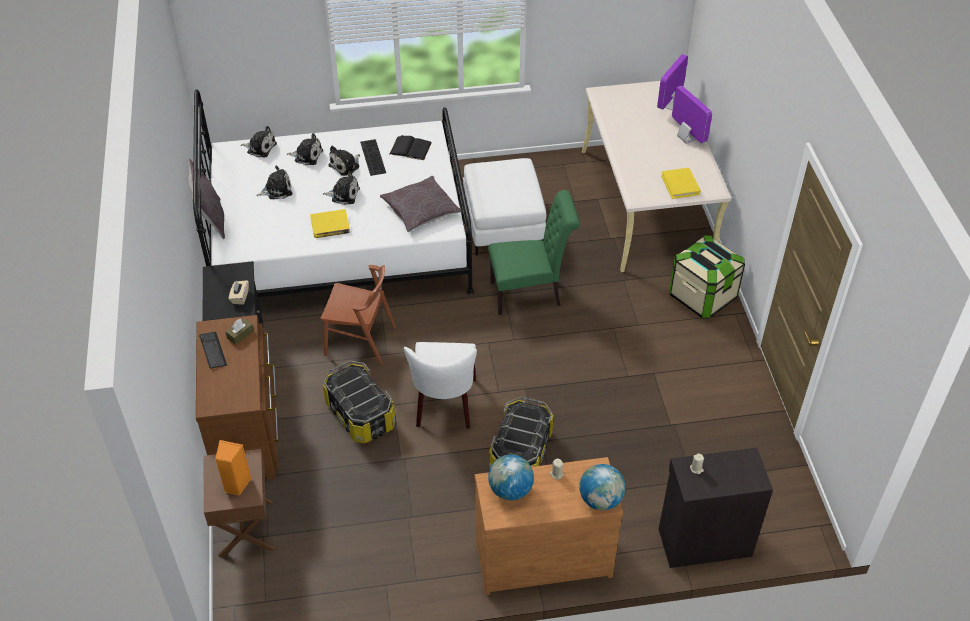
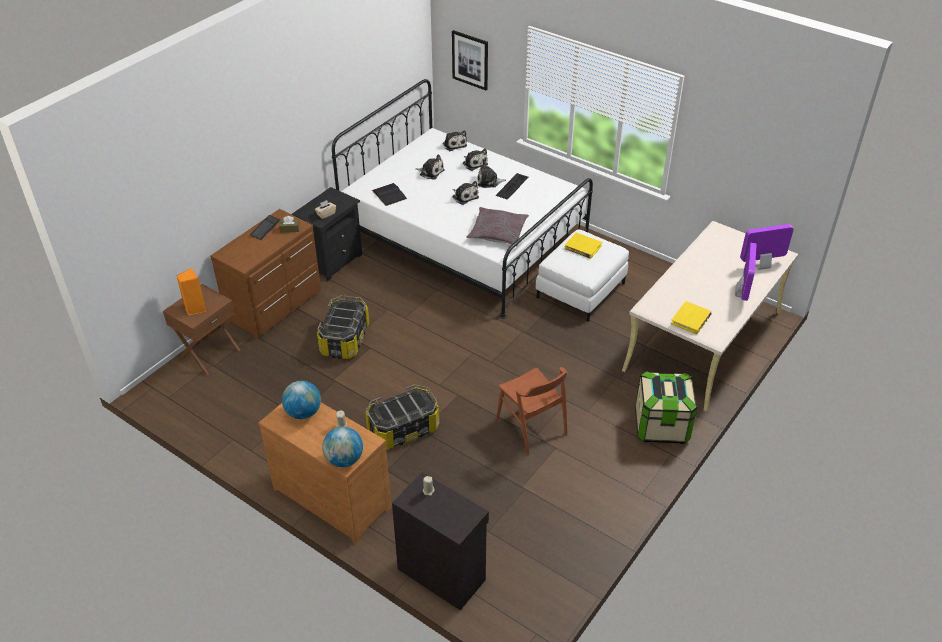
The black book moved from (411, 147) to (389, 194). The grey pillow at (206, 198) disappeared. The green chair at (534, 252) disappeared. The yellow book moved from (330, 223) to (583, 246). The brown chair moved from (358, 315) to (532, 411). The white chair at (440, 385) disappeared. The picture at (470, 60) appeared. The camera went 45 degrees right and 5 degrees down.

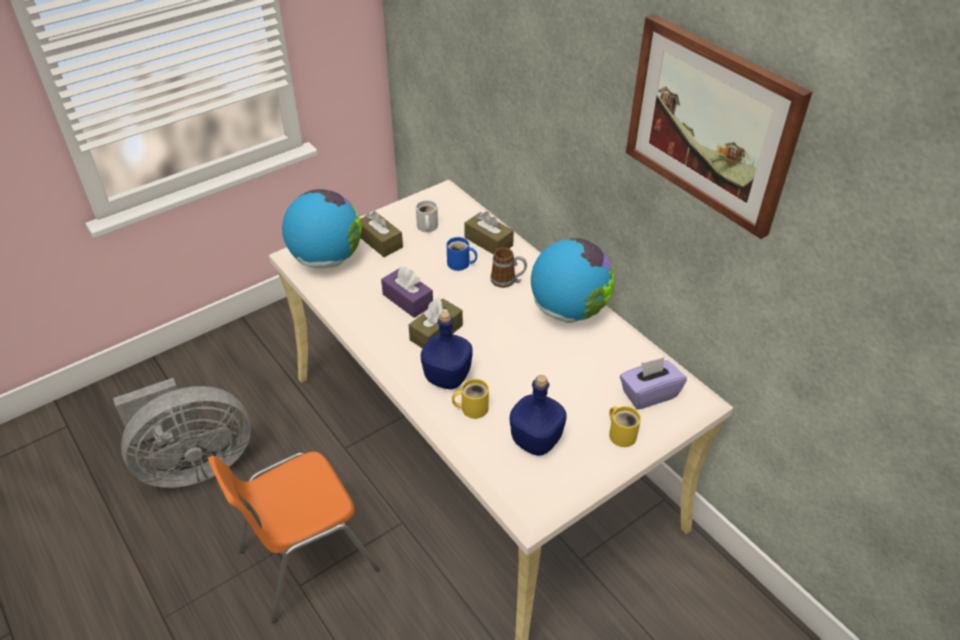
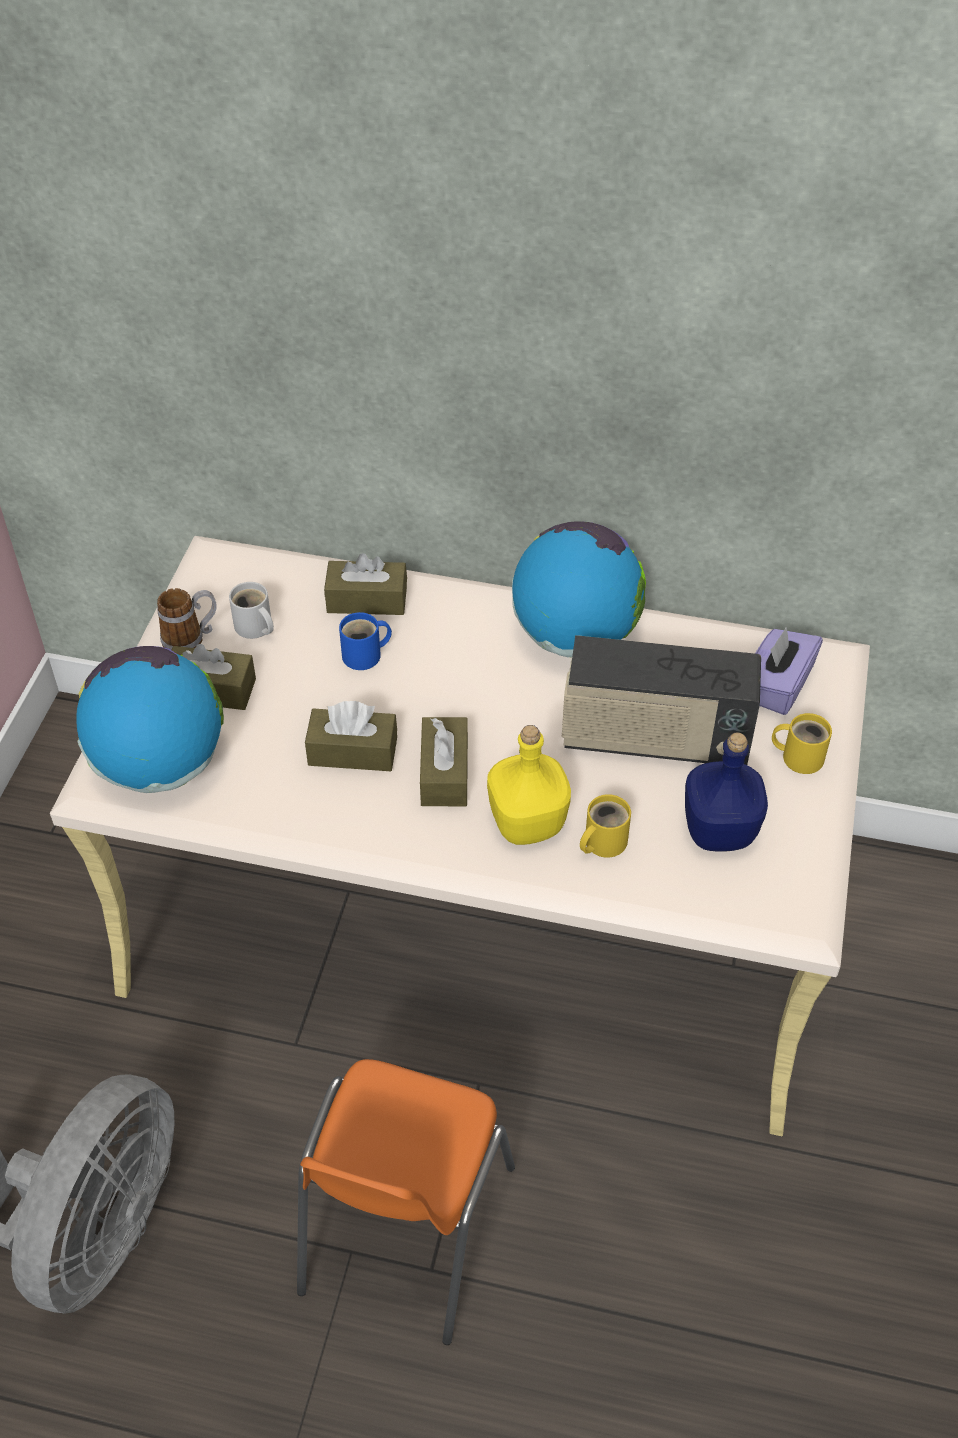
The picture at (719, 126) disappeared. The mug moved from (509, 267) to (187, 619). The purple tissue box at (407, 292) became the brown tissue box at (351, 736). The blue bottle at (447, 350) became the yellow bottle at (529, 785). The radio at (661, 700) appeared. The camera went 40 degrees left and 5 degrees up.

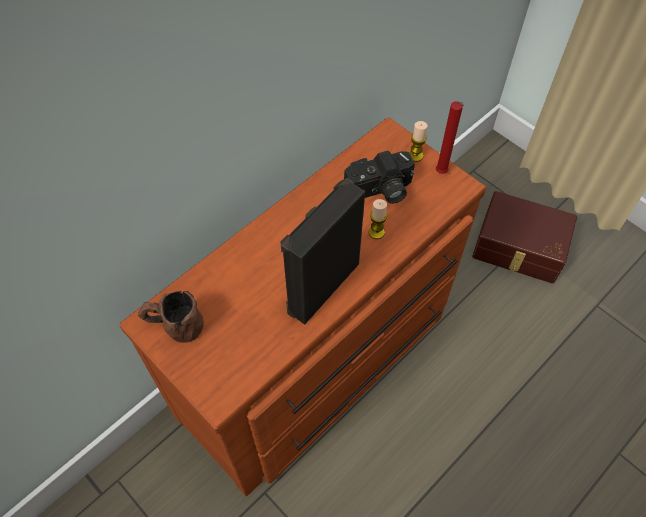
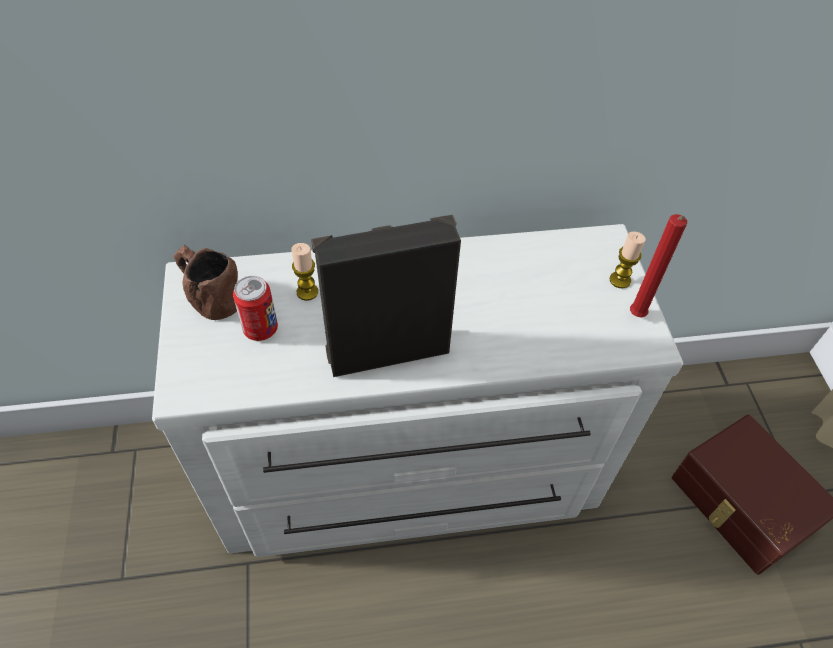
The brown dresser at (302, 306) became the white dresser at (418, 390). The photo camera at (379, 177) disappeared. The candle moved from (378, 219) to (304, 272). The can at (255, 308) appeared. The camera went 35 degrees right and 5 degrees down.

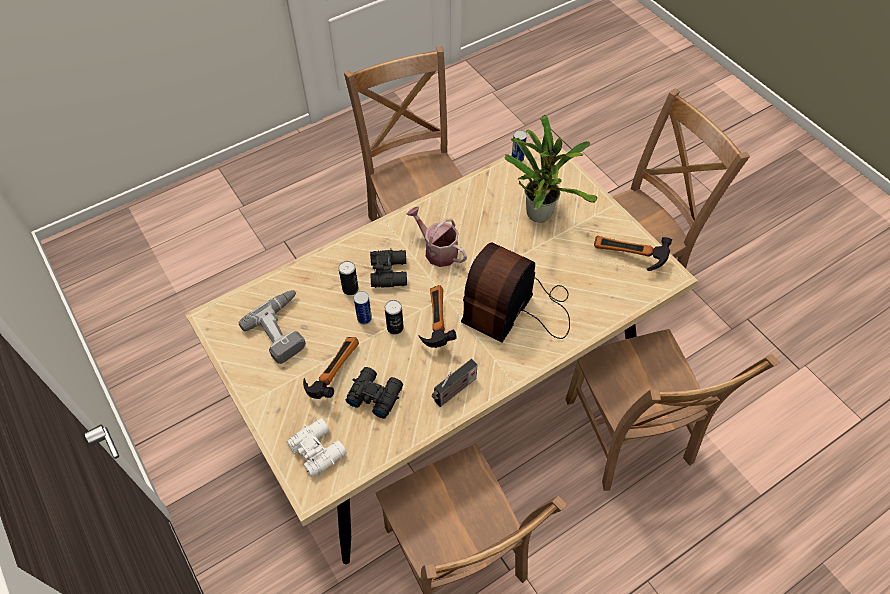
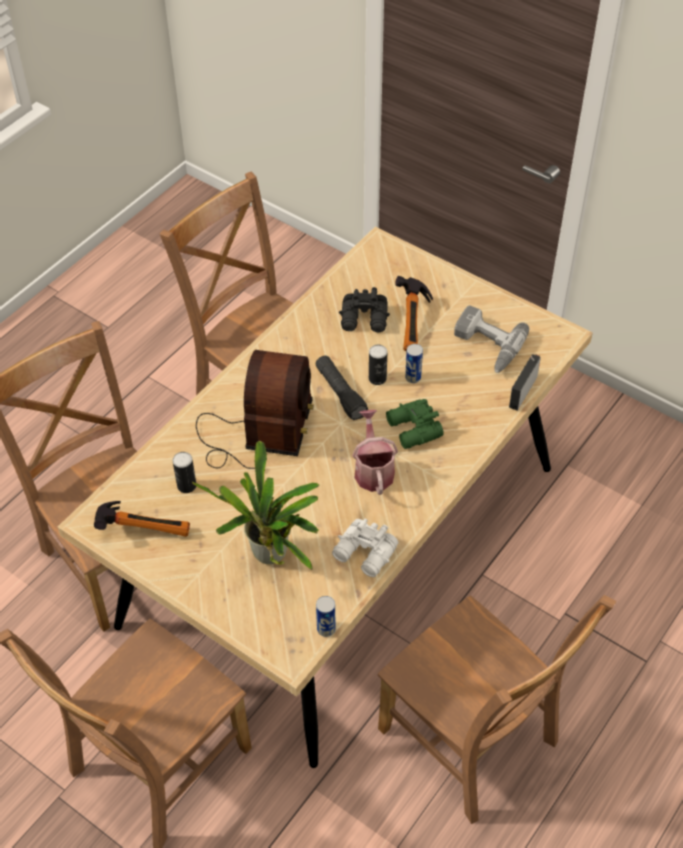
The watering can at (436, 236) turned 120 degrees counterclockwise. The black binoculars at (388, 268) became the green binoculars at (415, 424). The can moved from (348, 278) to (184, 472). The hammer at (437, 316) was replaced by the black flashlight at (342, 388). The radio moved from (454, 383) to (525, 382). The white binoculars moved from (317, 447) to (365, 548). The camera went 160 degrees right and 5 degrees down.

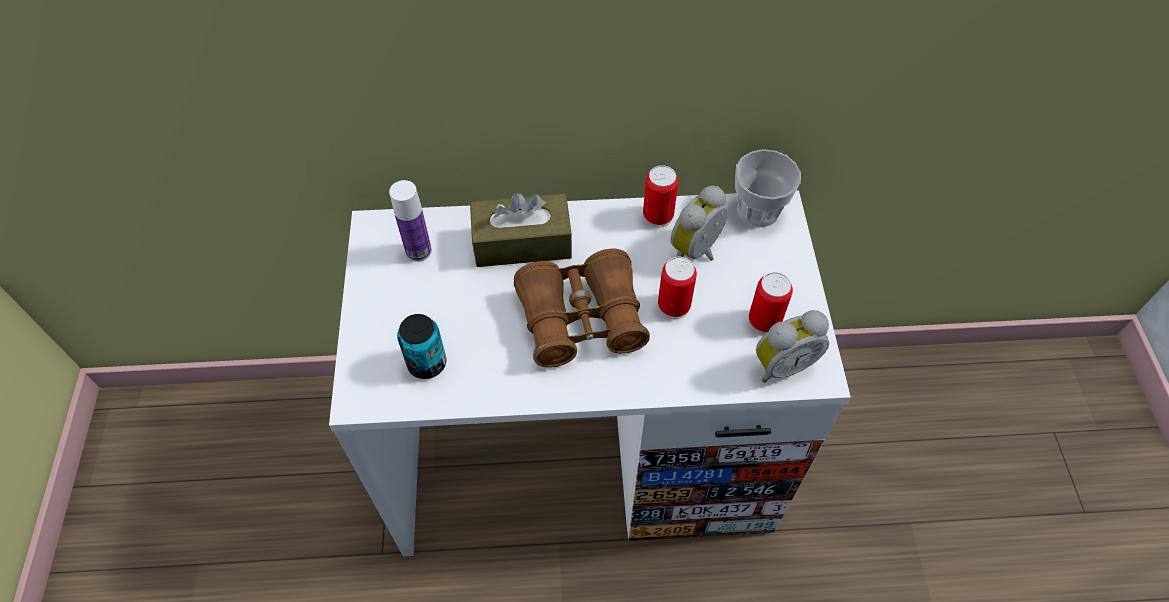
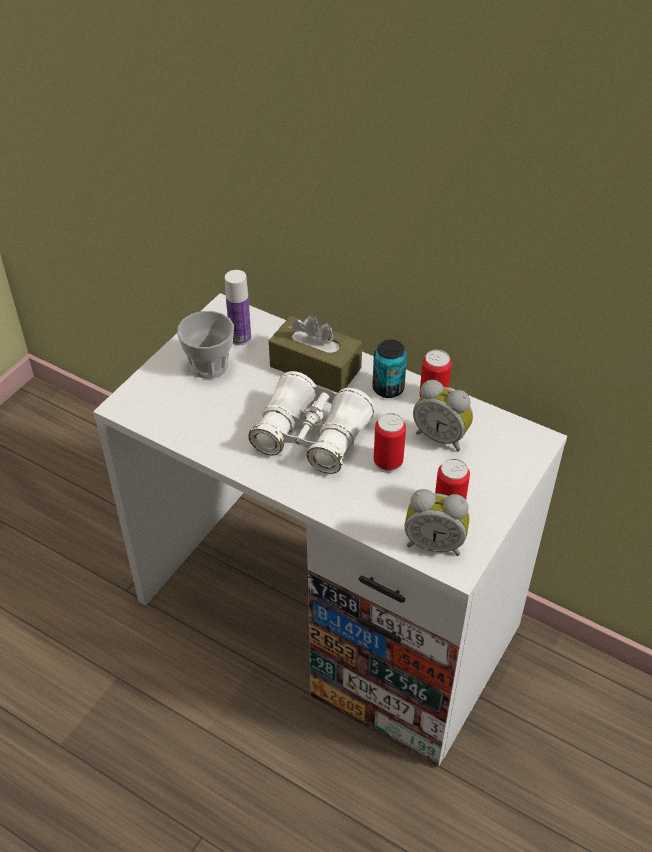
The cup moved from (768, 188) to (205, 345). The alarm clock at (699, 223) turned 135 degrees counterclockwise. The brown binoculars at (582, 308) became the white binoculars at (311, 422). The can moved from (421, 346) to (390, 368). The camera went 35 degrees right and 10 degrees down.

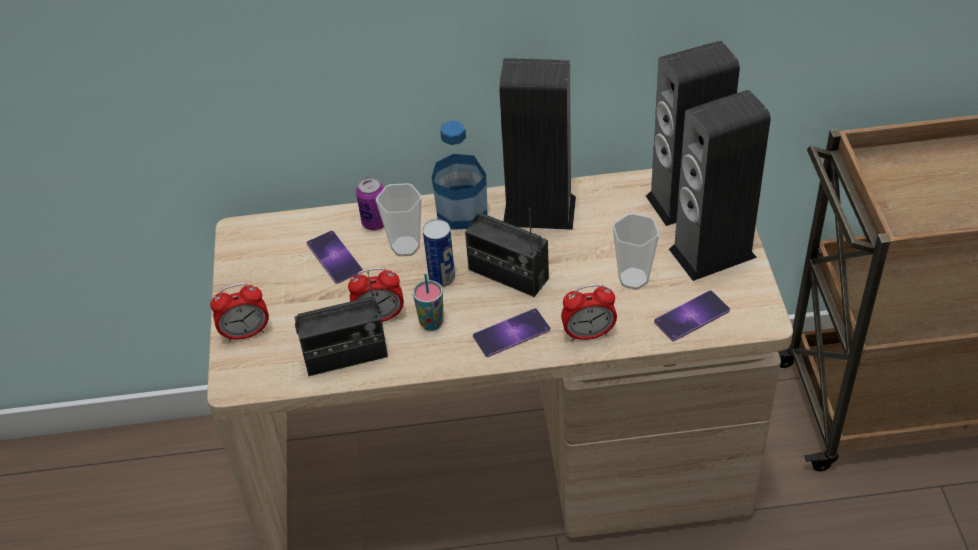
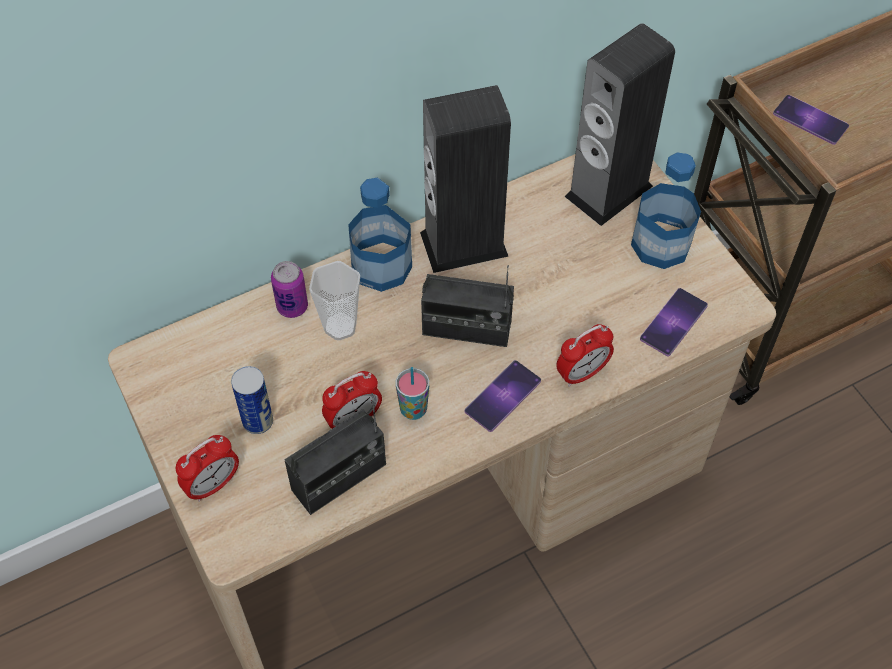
The speaker at (720, 185) was replaced by the bottle at (666, 210). The cup at (636, 251) disappeared. The can moved from (439, 253) to (252, 400). The phone moved from (335, 257) to (811, 120). The camera went 25 degrees left and 10 degrees up.

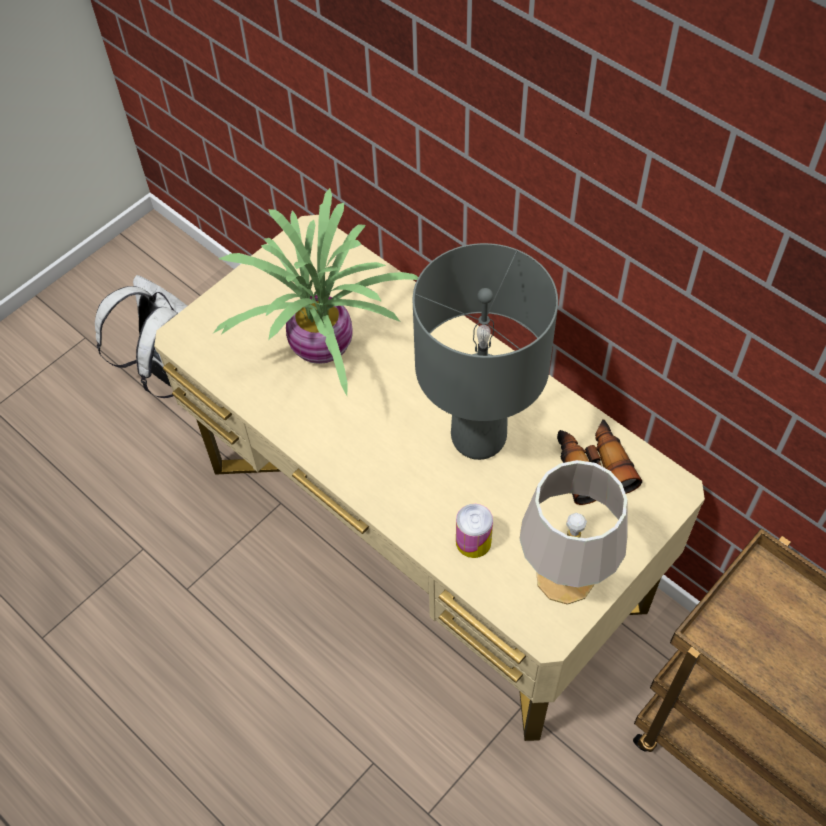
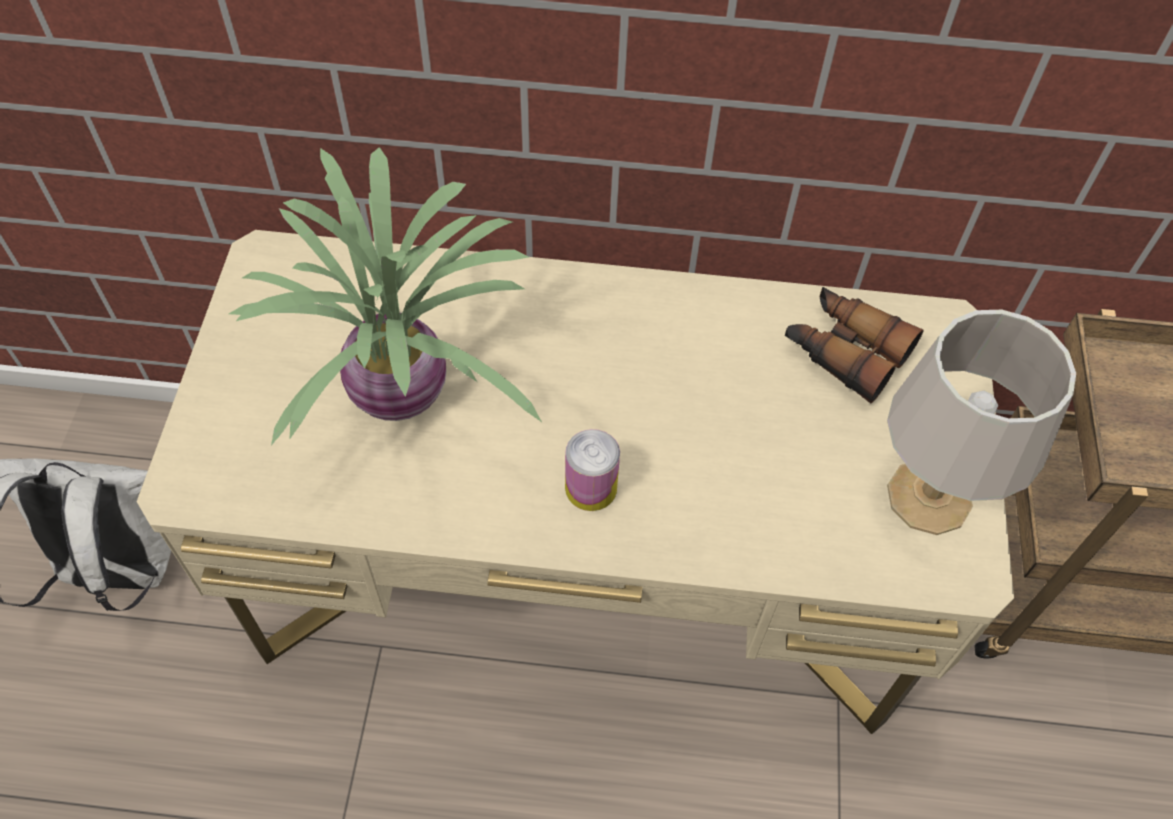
The grey table lamp at (485, 351) disappeared. The can moved from (474, 531) to (592, 470). The camera went 40 degrees left and 0 degrees up.

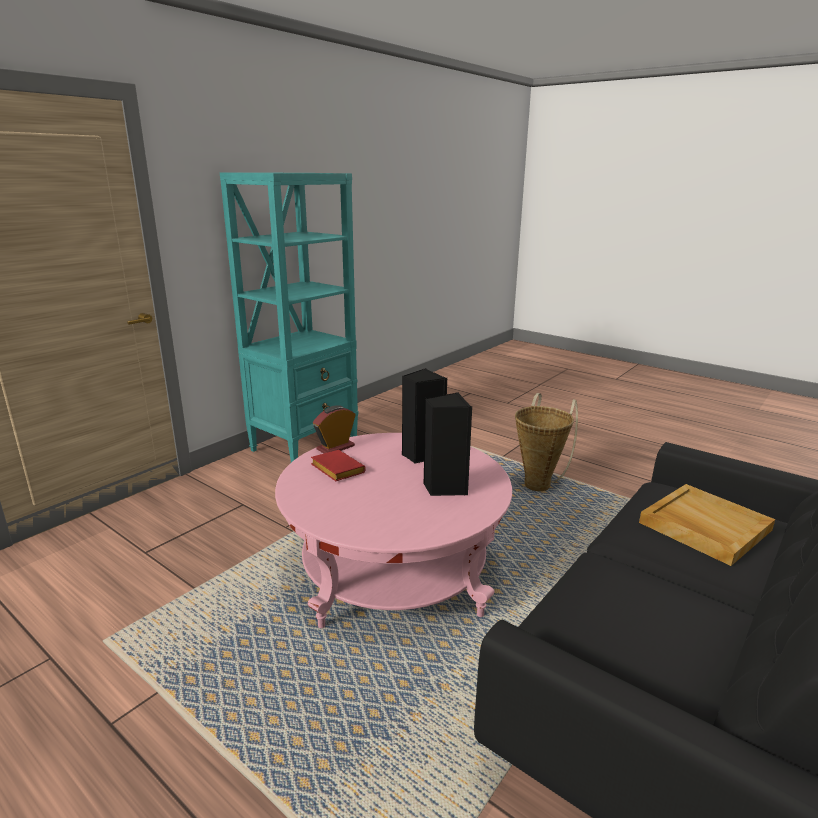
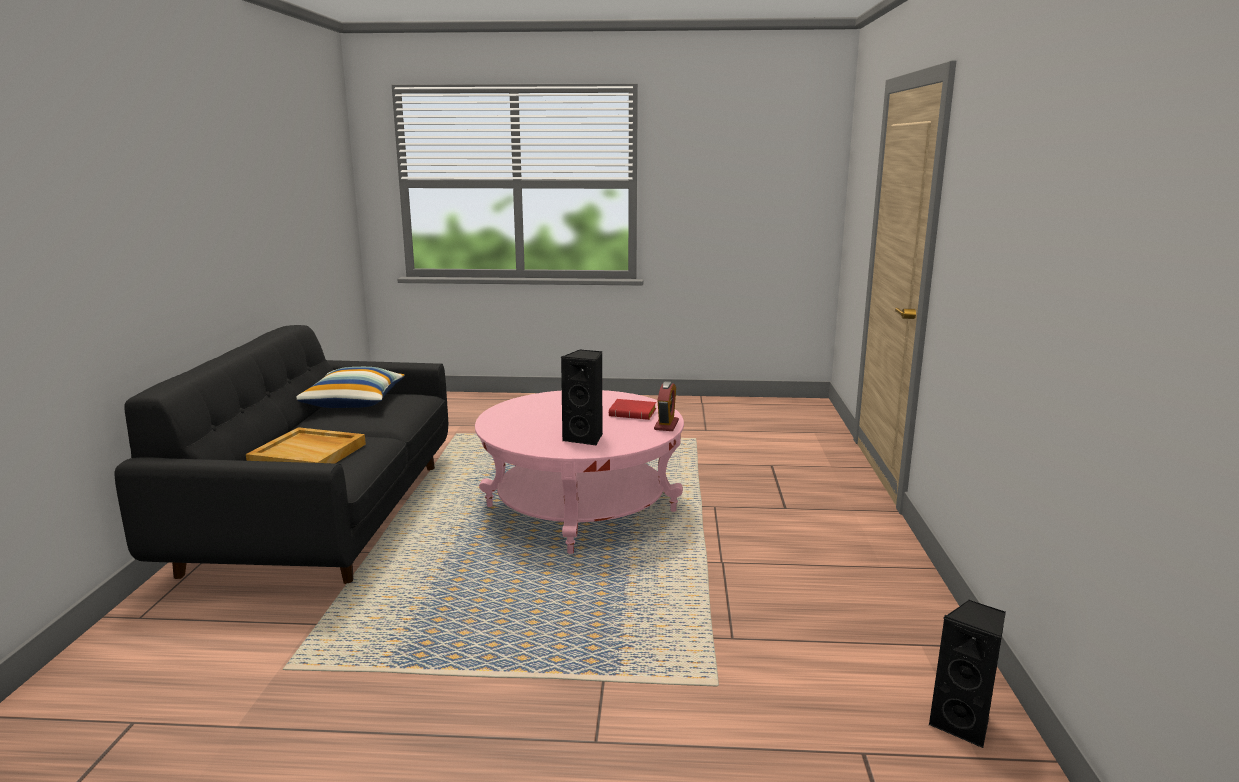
The turquoise bookcase at (289, 317) disappeared. The black speaker moved from (447, 444) to (967, 674). The basket at (546, 442) disappeared. The pillow at (350, 387) appeared. The camera went 145 degrees right and 5 degrees down.

